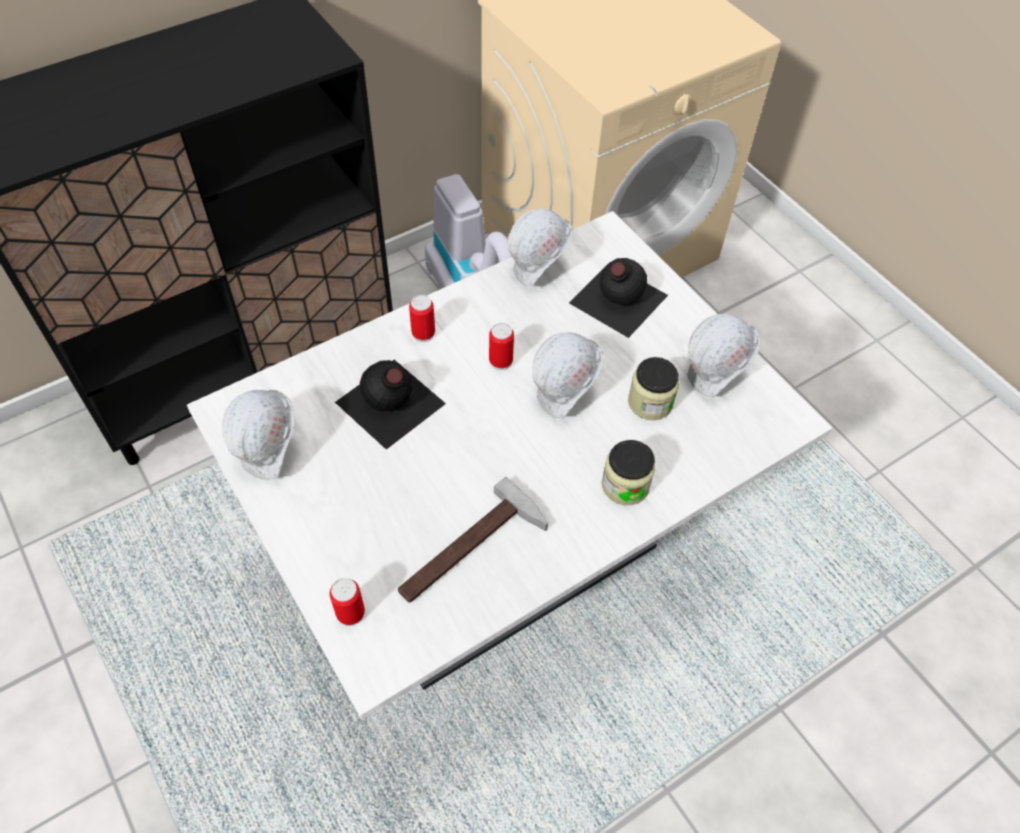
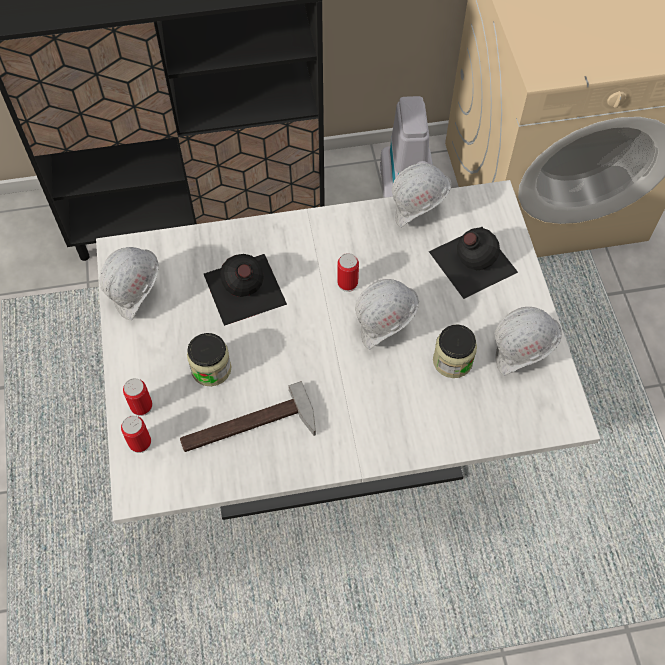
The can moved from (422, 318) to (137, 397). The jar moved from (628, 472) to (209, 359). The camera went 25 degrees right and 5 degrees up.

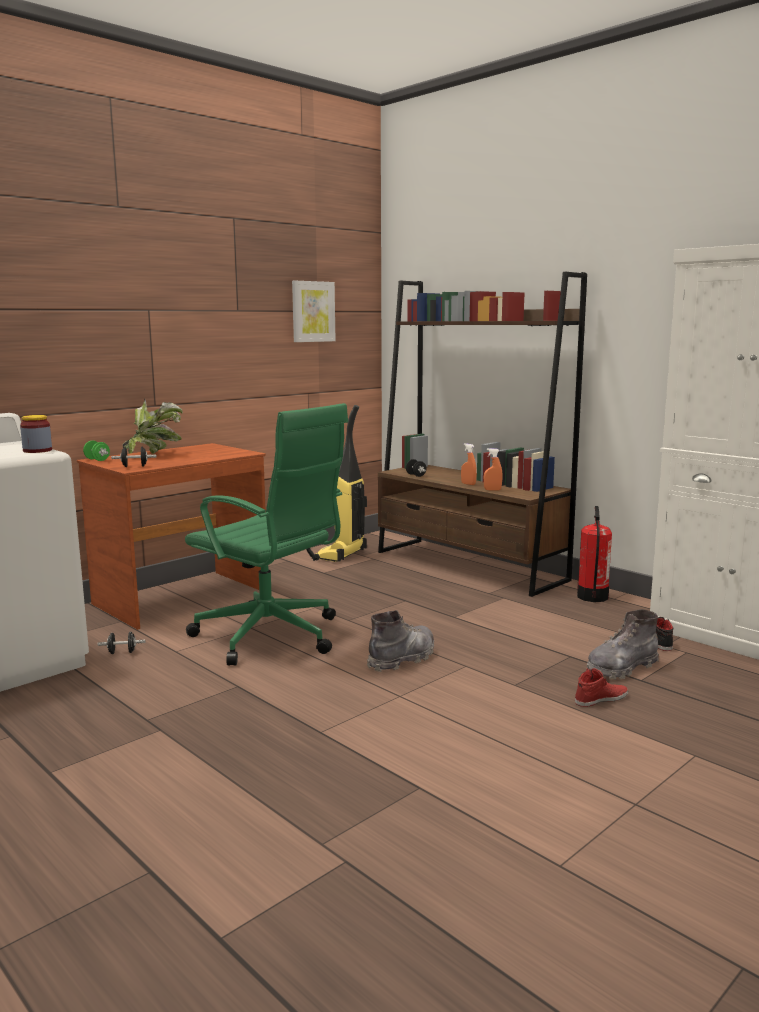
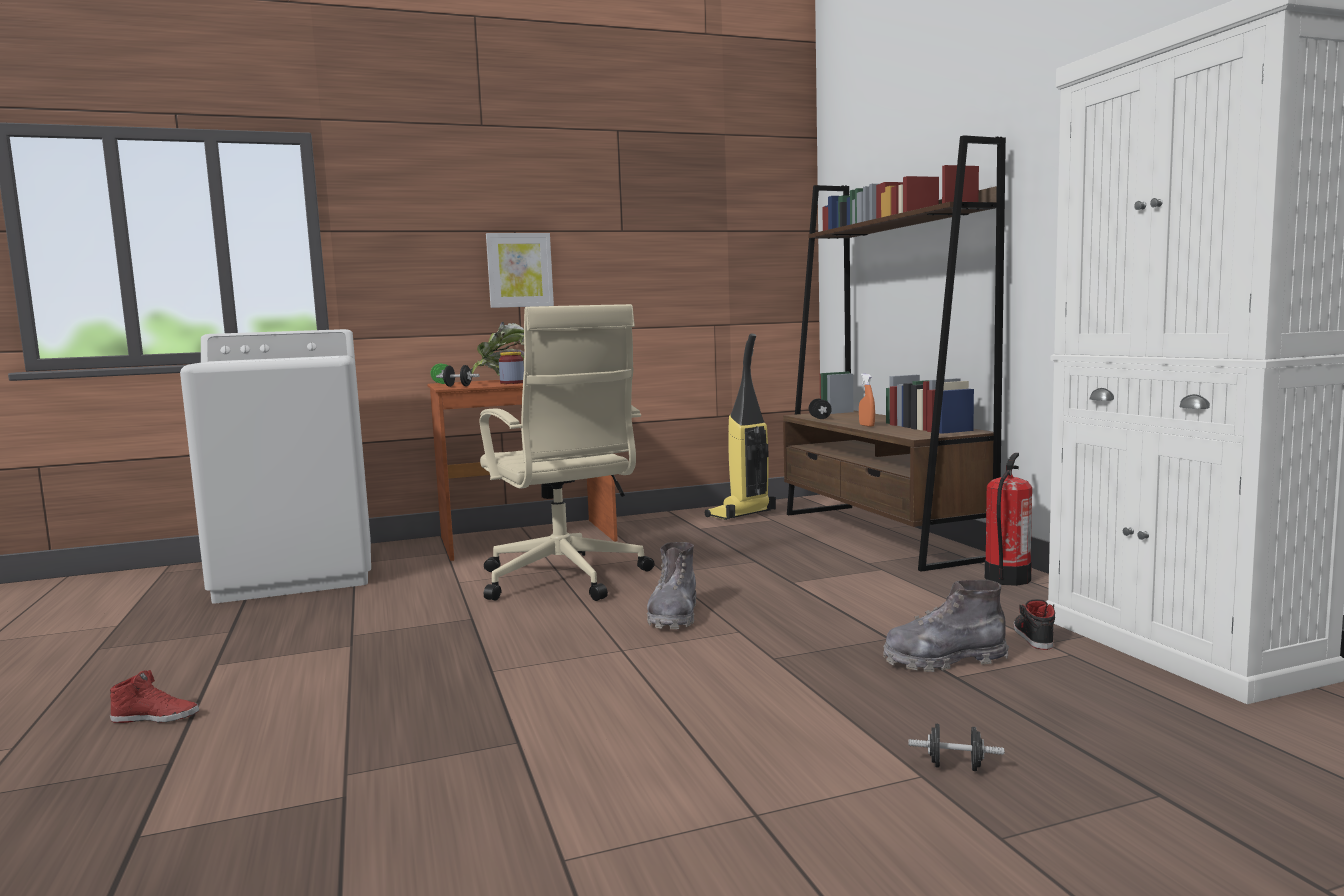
The picture moved from (314, 311) to (520, 270). The green office chair at (266, 534) became the beige office chair at (567, 452). The jar moved from (36, 434) to (511, 368). The orange spray bottle at (493, 469) disappeared. The grey boot at (400, 641) turned 120 degrees clockwise. The black dumbbell moved from (121, 643) to (956, 747). The red shoe moved from (601, 687) to (154, 696). The camera went 25 degrees right and 5 degrees down.

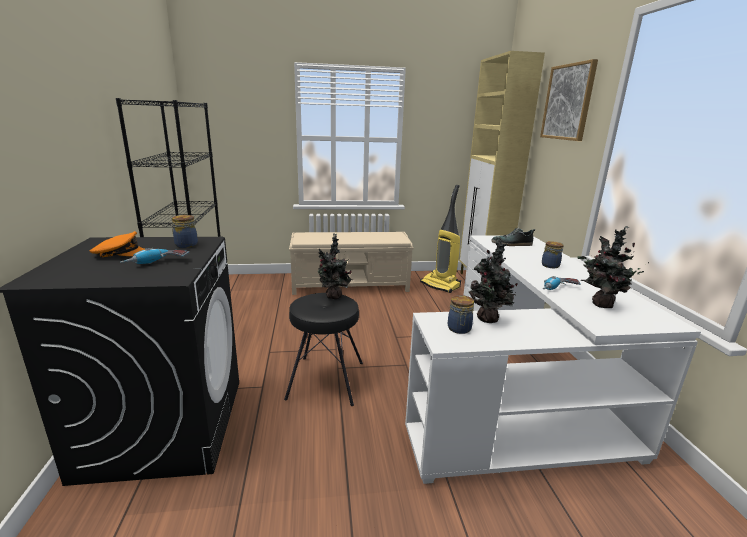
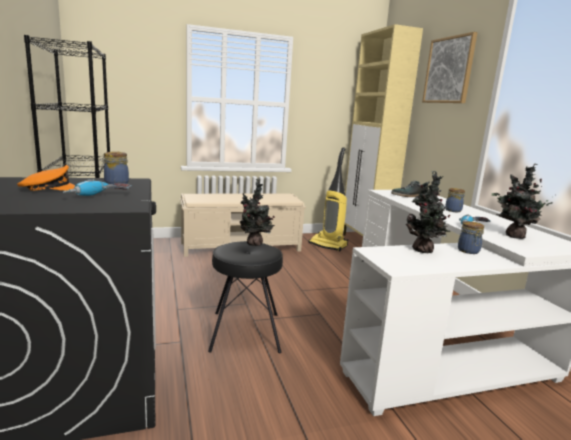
The jar moved from (461, 314) to (471, 237). The camera went 10 degrees left and 5 degrees down.

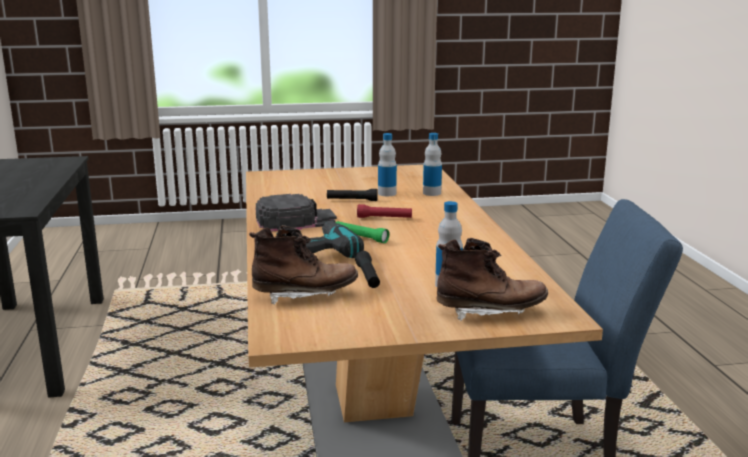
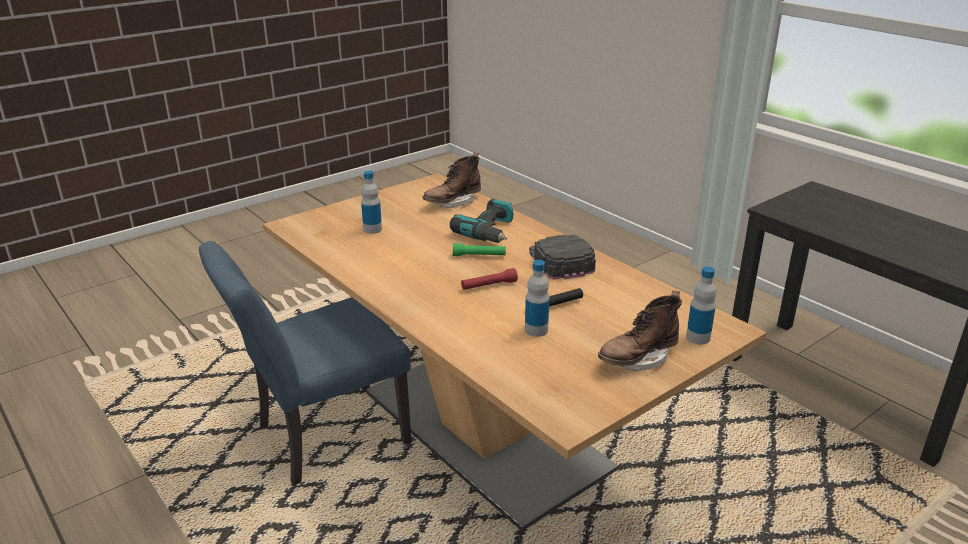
The bottle moved from (432, 164) to (701, 305). The black cap at (296, 213) turned 120 degrees clockwise. The brown boot moved from (492, 279) to (640, 331). The black flashlight at (367, 269) disappeared. The camera went 150 degrees right and 10 degrees up.

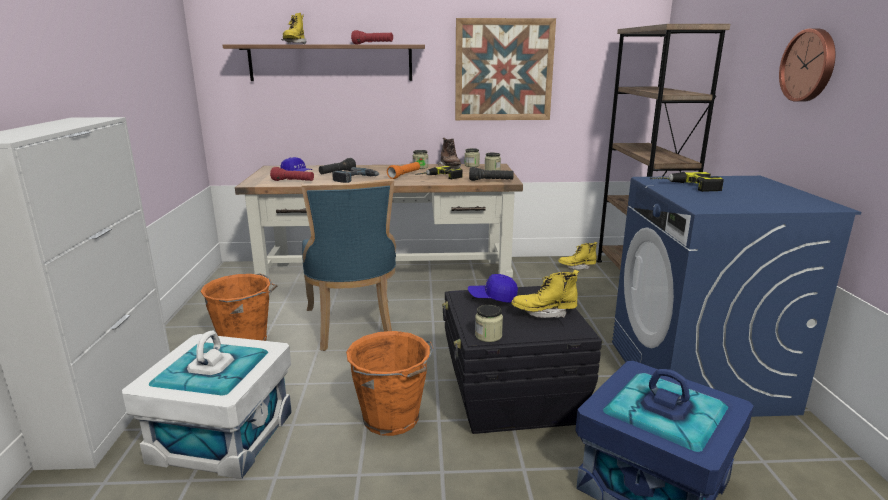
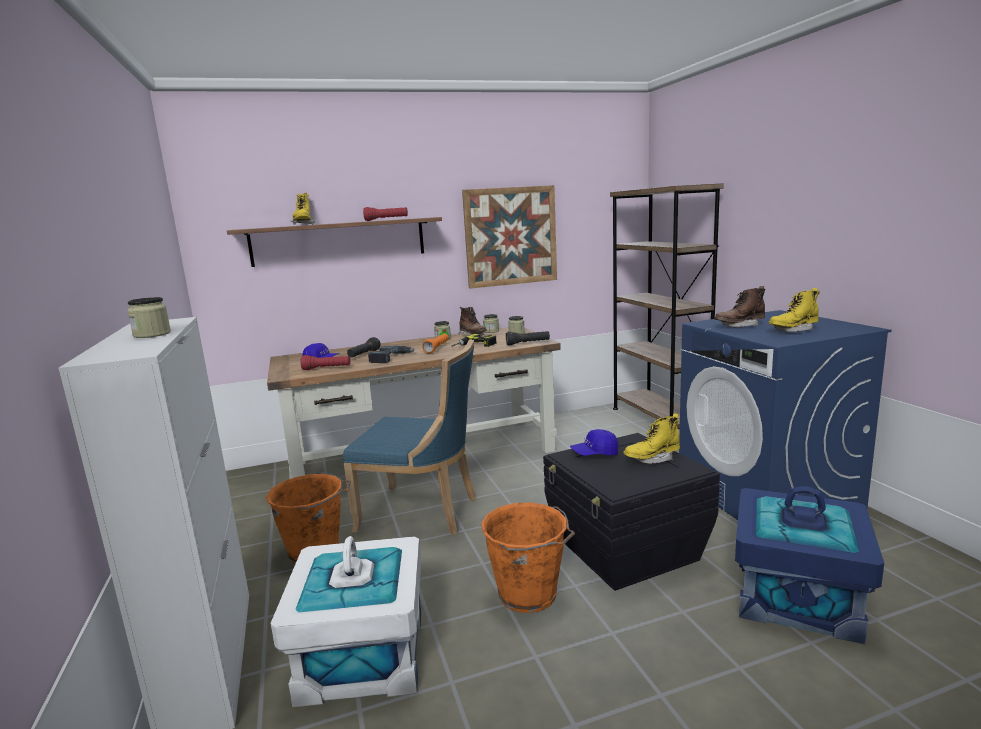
The wall clock at (807, 65) disappeared. The power drill at (687, 182) was replaced by the brown boot at (740, 306). The blue chair at (348, 265) turned 45 degrees counterclockwise. The yellow boot moved from (577, 256) to (794, 310). The jar moved from (489, 323) to (149, 317). The camera went 15 degrees left and 5 degrees down.

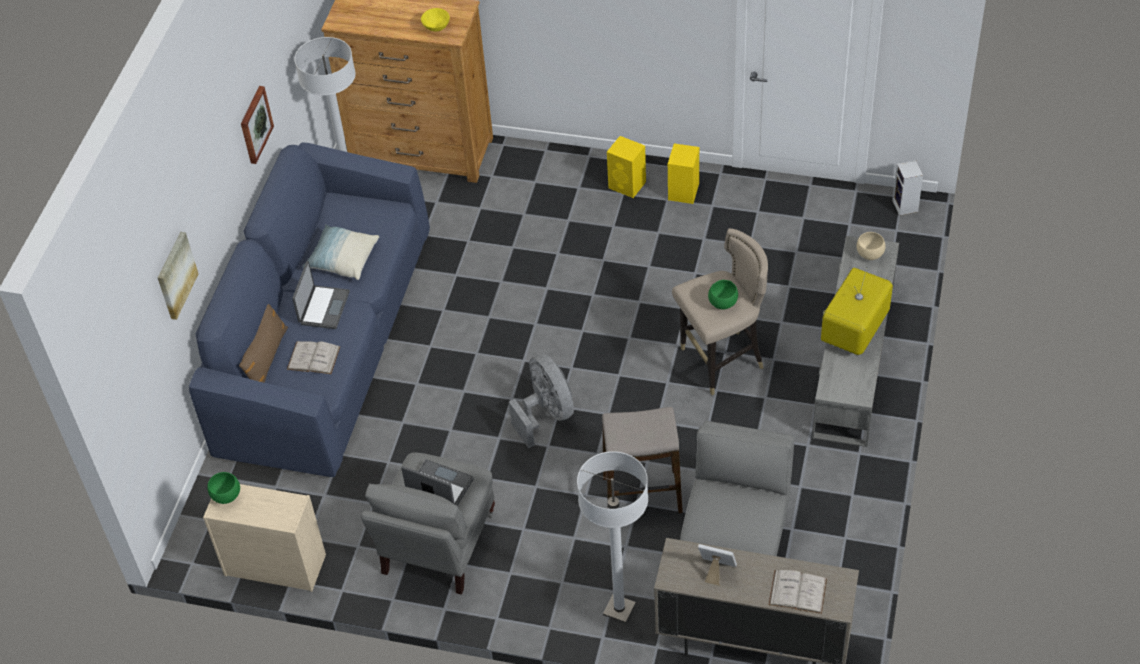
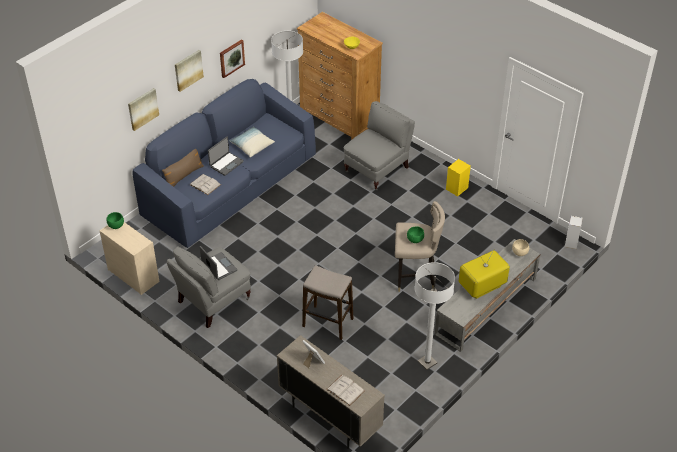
The yellow speaker at (626, 167) disappeared. The grey fan at (541, 400) disappeared. The grey armchair moved from (737, 488) to (379, 145). The white floor lamp moved from (612, 537) to (435, 316). The picture at (189, 71) appeared. The camera went 25 degrees right and 5 degrees down.

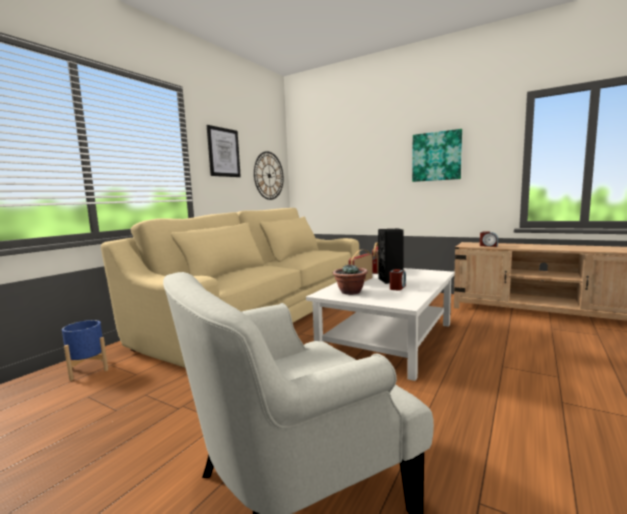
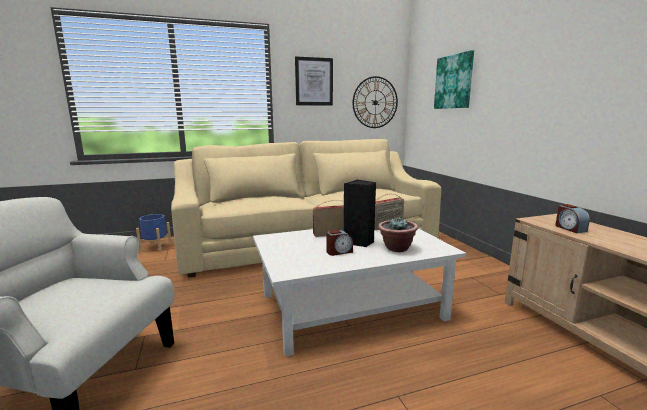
The picture moved from (437, 155) to (454, 79). The potted plant moved from (350, 279) to (398, 234). The camera went 40 degrees right and 5 degrees up.

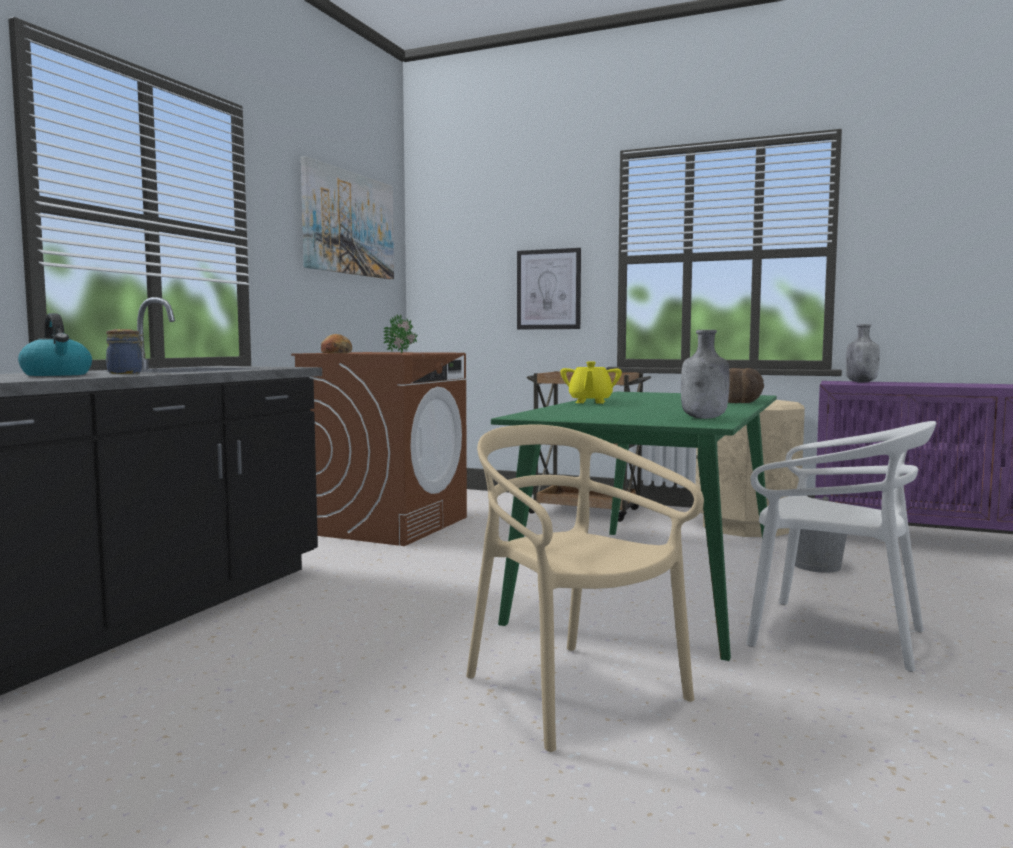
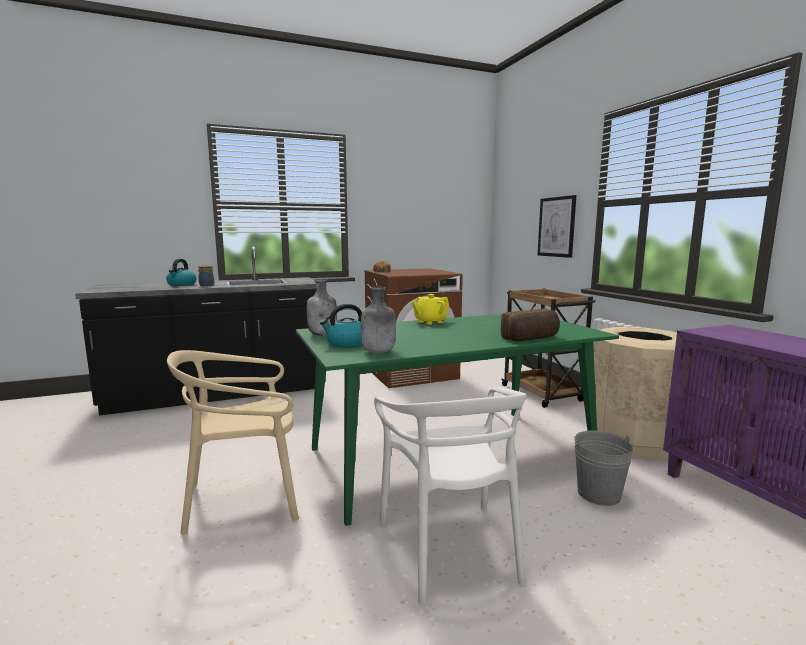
The picture at (347, 217) disappeared. The potted plant at (400, 334) disappeared. The grey bottle moved from (862, 353) to (322, 307). The beige chair at (585, 588) turned 120 degrees counterclockwise. The kettle at (341, 326) appeared. The camera went 45 degrees right and 5 degrees up.

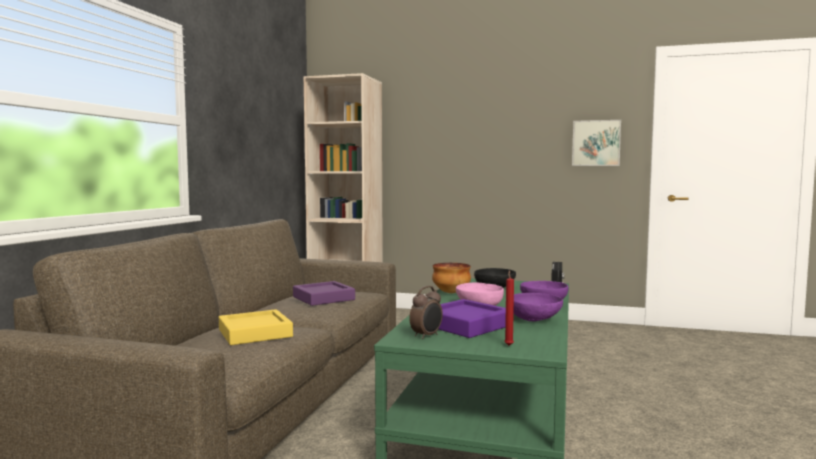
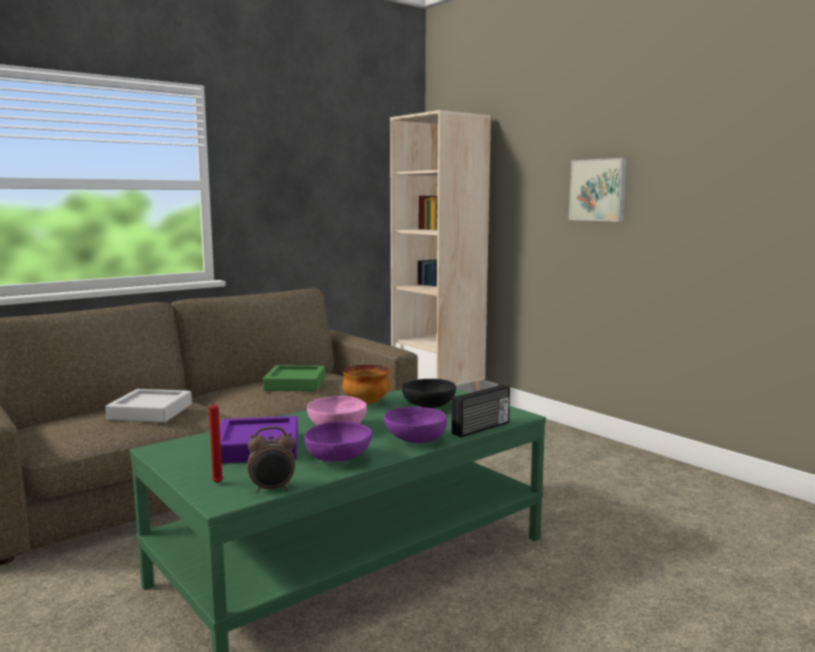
The picture moved from (596, 143) to (598, 190). The purple tray at (324, 293) became the green tray at (294, 378). The alarm clock moved from (426, 312) to (271, 459). The yellow tray at (256, 327) became the grey tray at (149, 406). The camera went 35 degrees right and 5 degrees up.

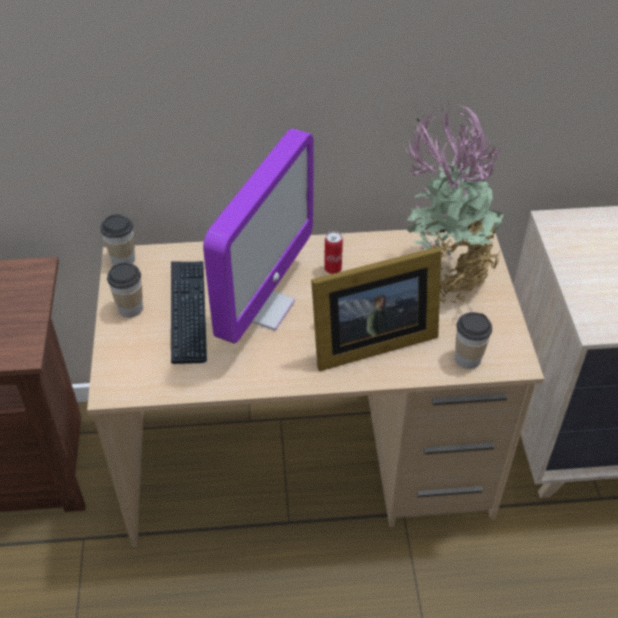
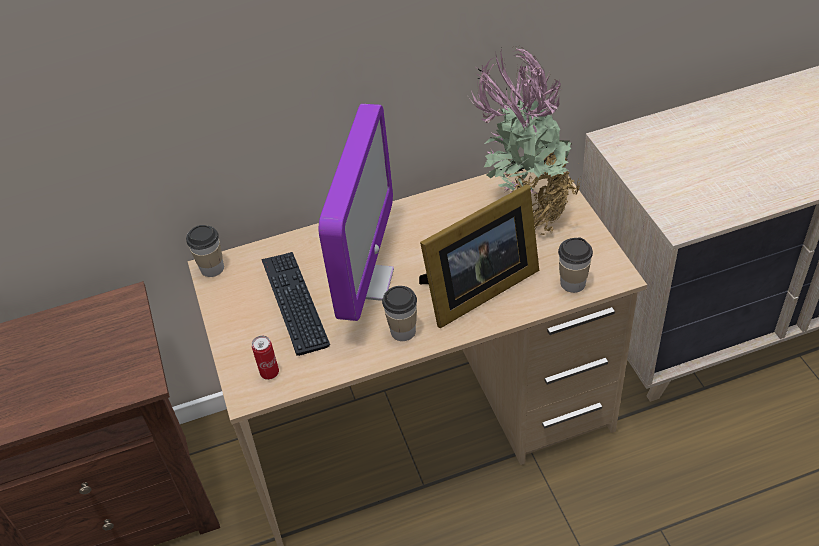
The can moved from (333, 252) to (265, 358). The cup moved from (125, 290) to (399, 313). The camera went 10 degrees left and 0 degrees up.

